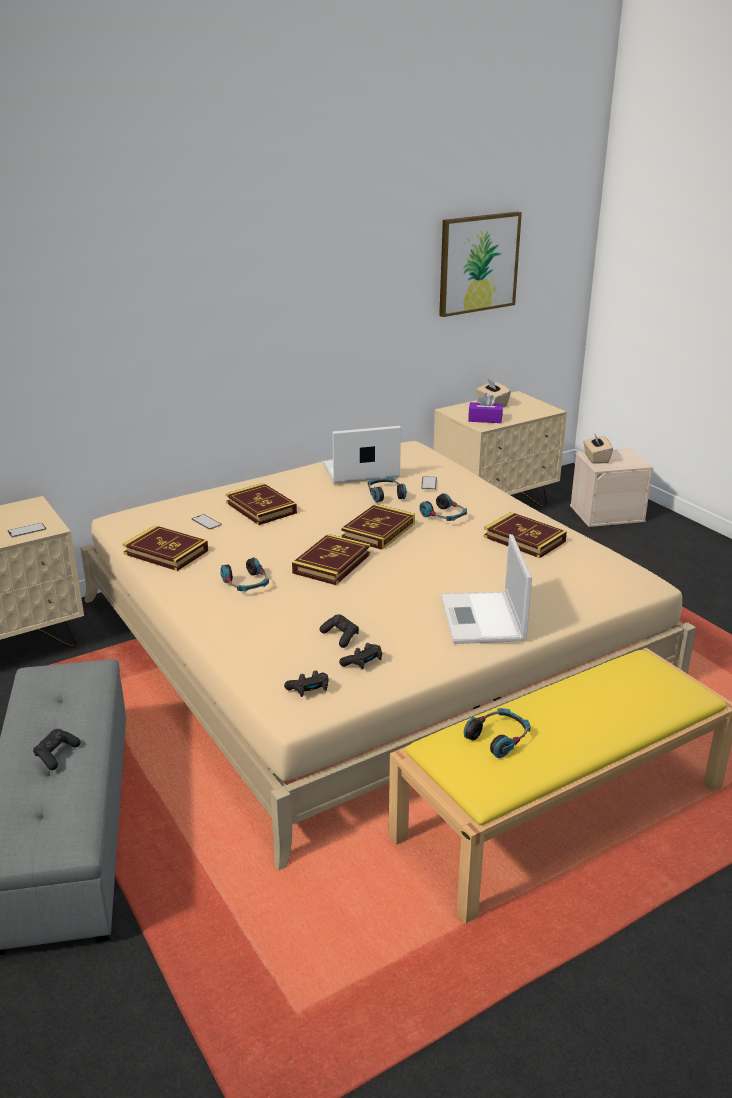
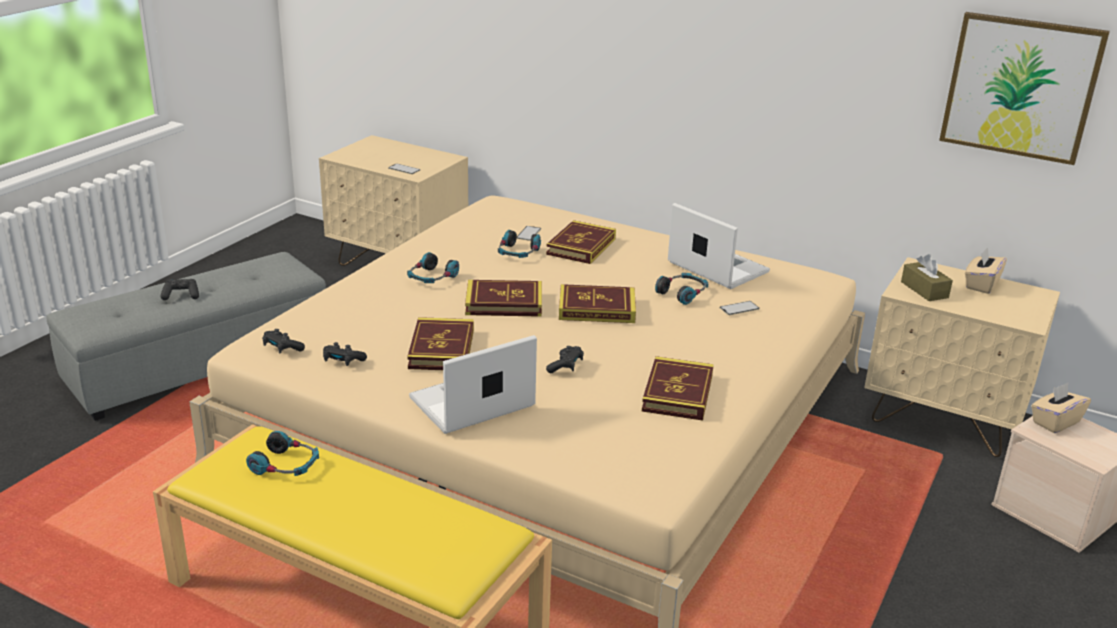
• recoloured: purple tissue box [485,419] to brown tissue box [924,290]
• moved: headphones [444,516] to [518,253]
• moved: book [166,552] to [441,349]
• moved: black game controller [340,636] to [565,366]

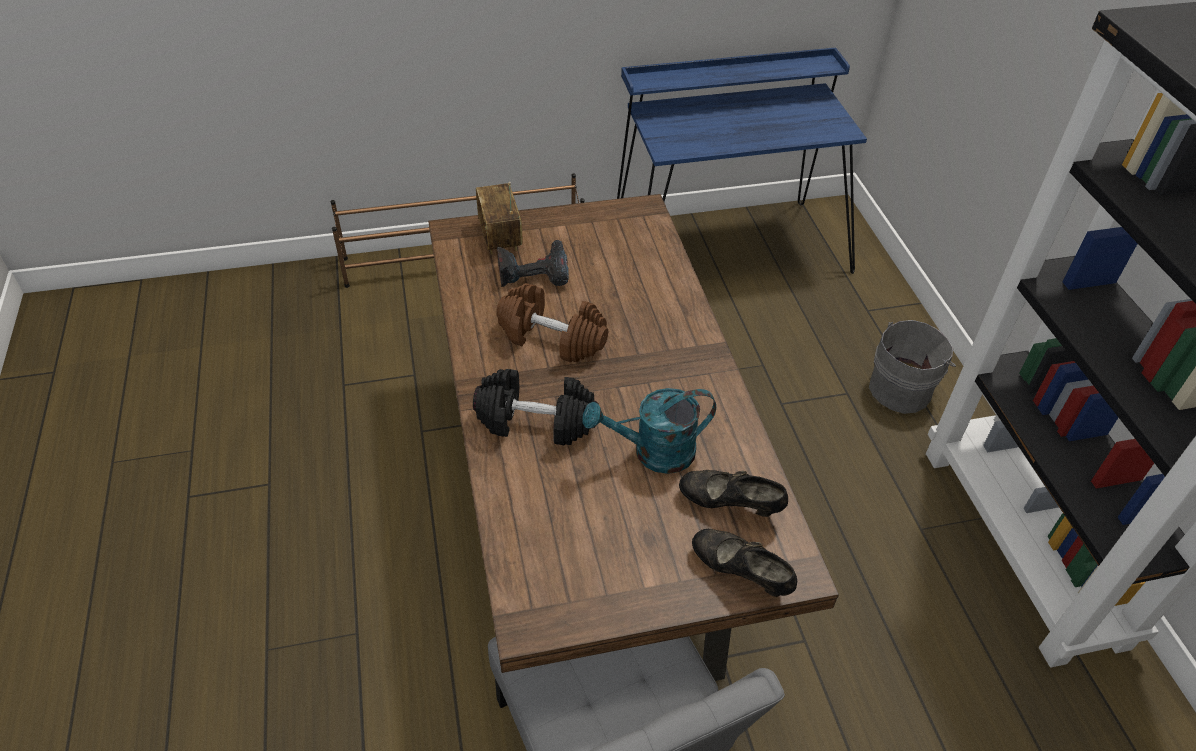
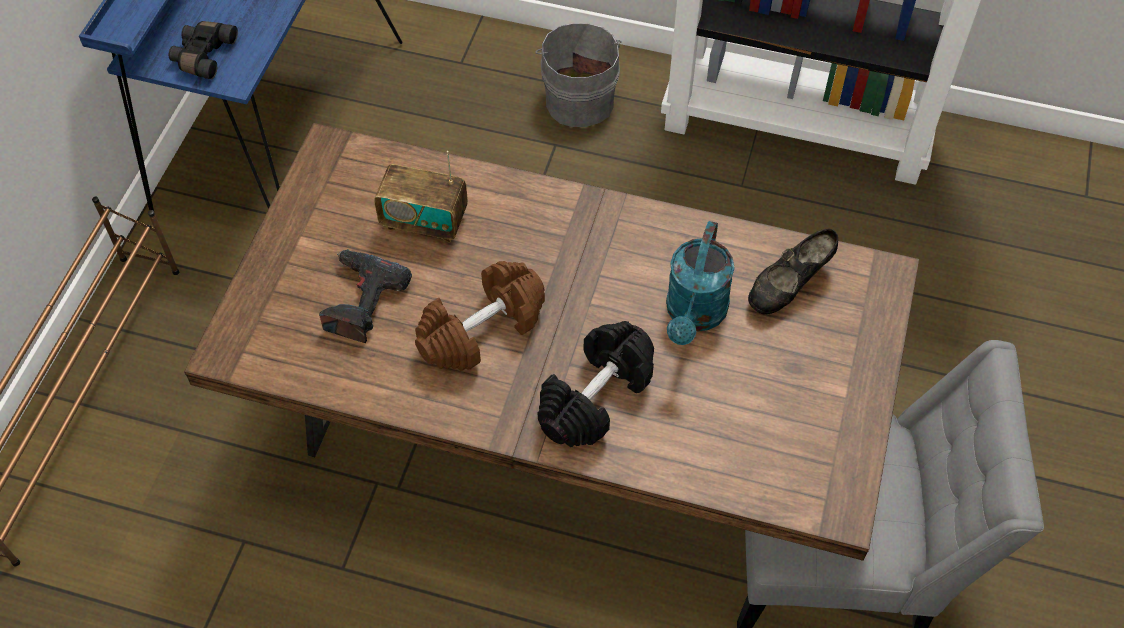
• moved: radio [500,236] to [424,221]
• removed: black shoe [740,574]
• added: black binoculars [203,55]

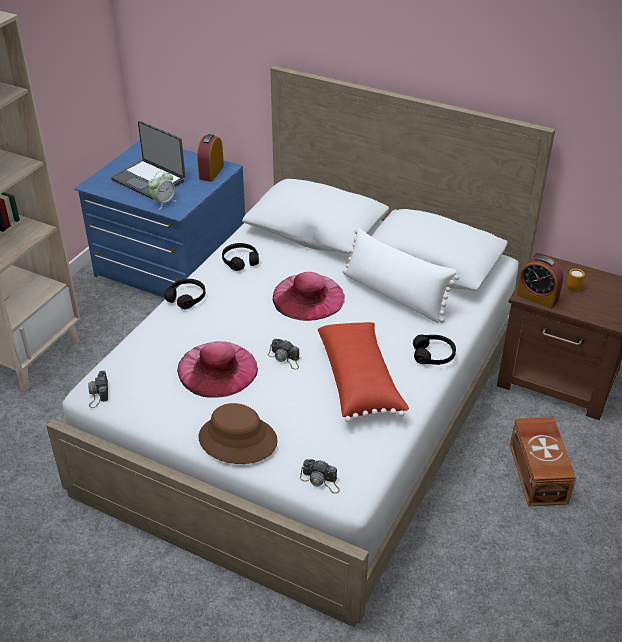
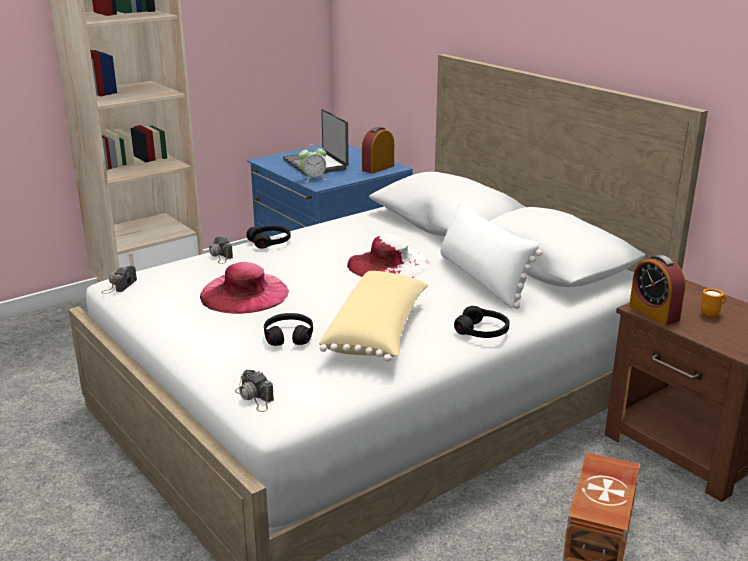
• moved: black headphones [240,261] to [288,336]
• recoloured: pink hat [308,297] to white hat [388,263]
• recoloured: red pillow [360,381] to beige pillow [378,333]
• moved: photo camera [285,358] to [220,255]
• removed: brown hat [237,440]

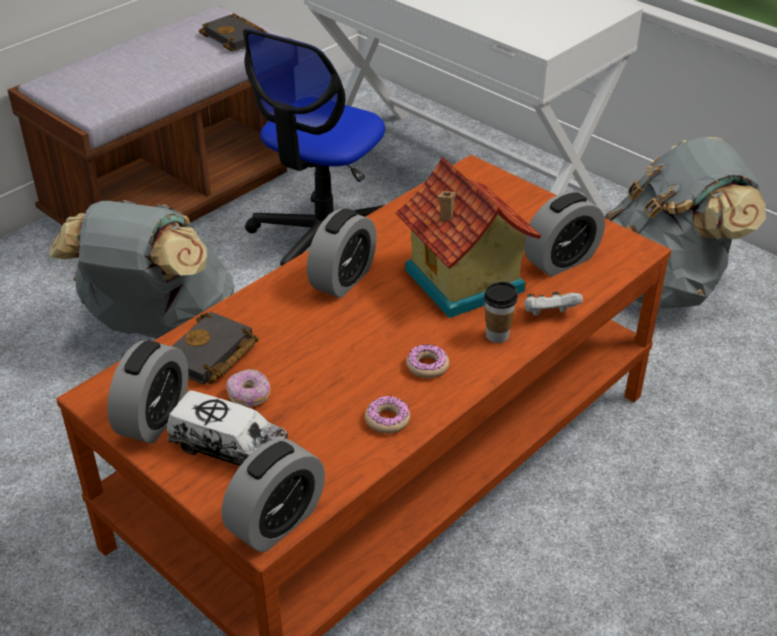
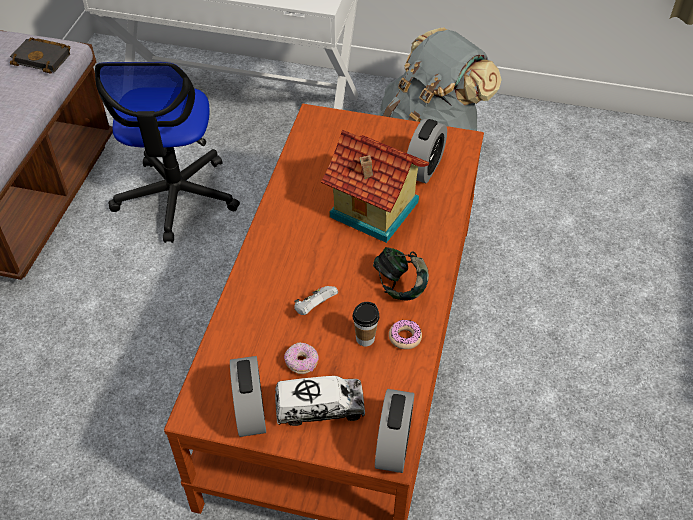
• removed: grey backpack [157,326]
• removed: alarm clock [343,279]
• moved: cup [497,335] to [365,339]
• moved: white game controller [549,314] to [314,308]
• removed: black book [210,356]
• replaced: donut [427,366] to headphones [400,285]

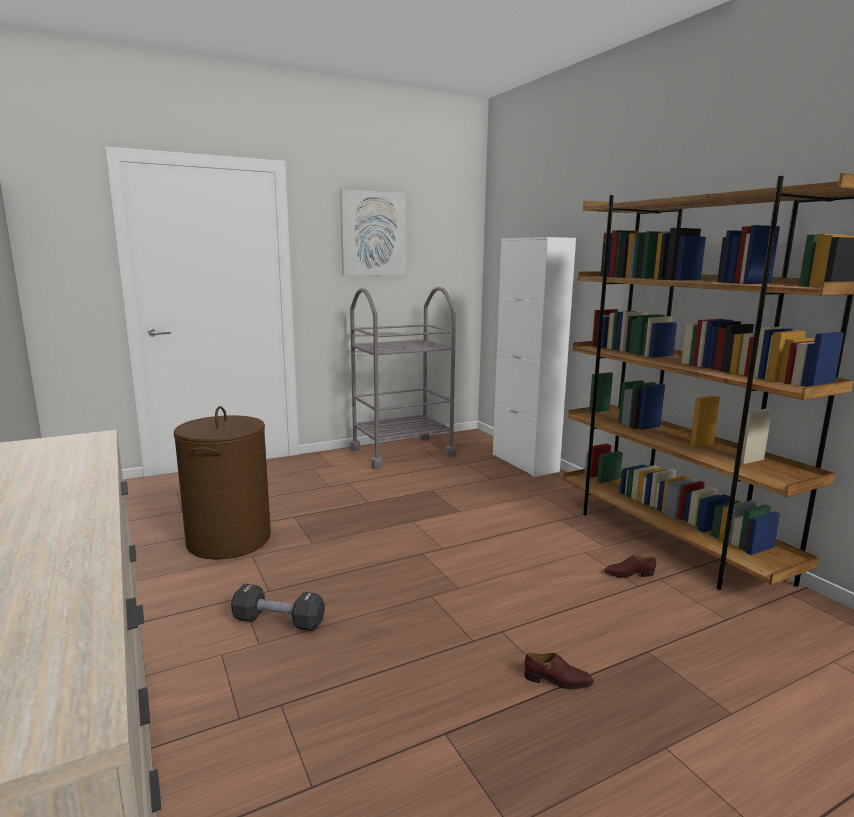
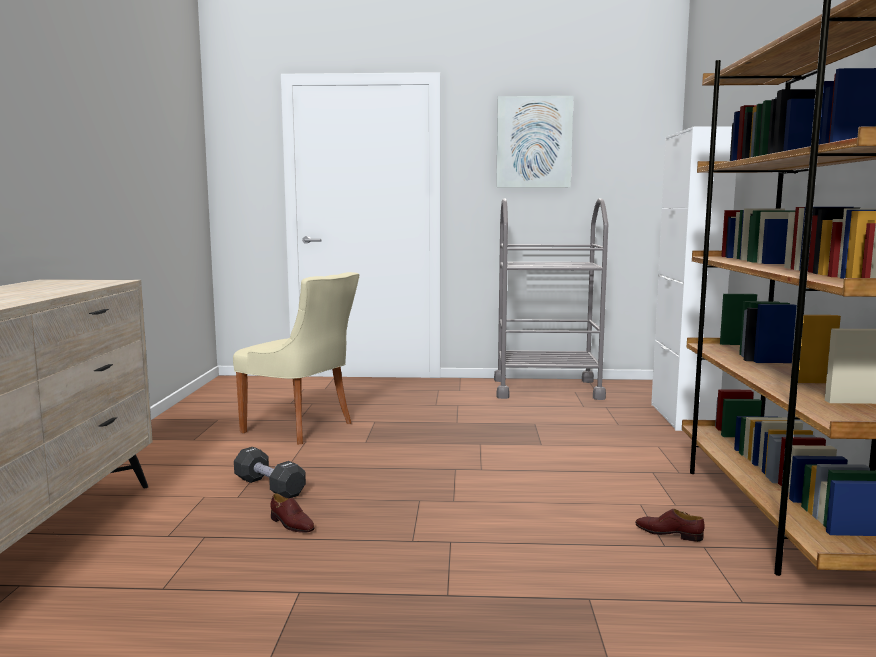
• replaced: brown laundry basket [229,540] to beige chair [301,428]
• moved: brown shoe [558,681] to [291,524]

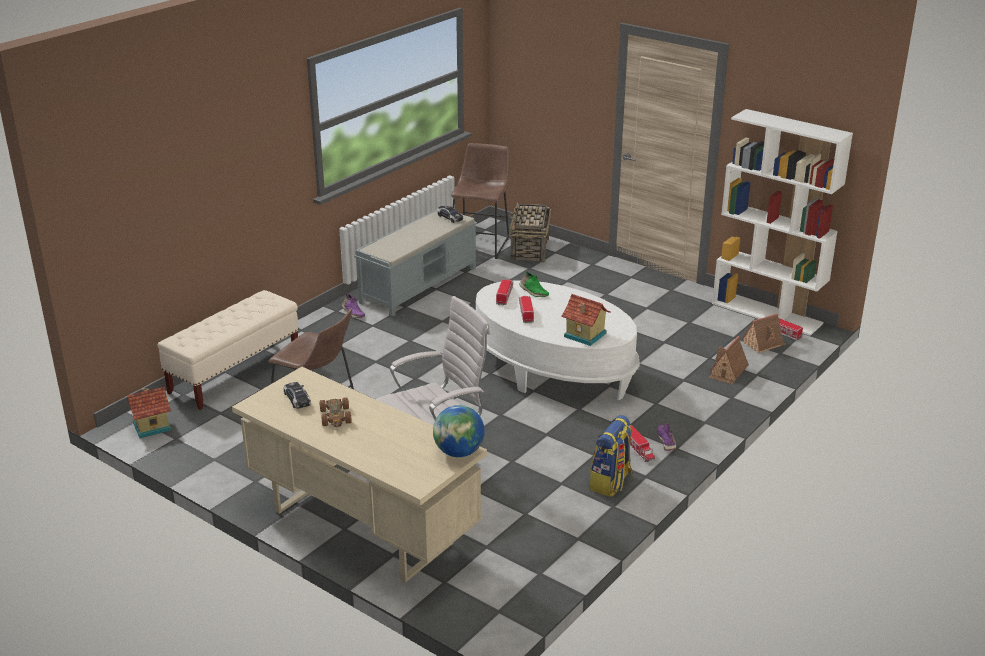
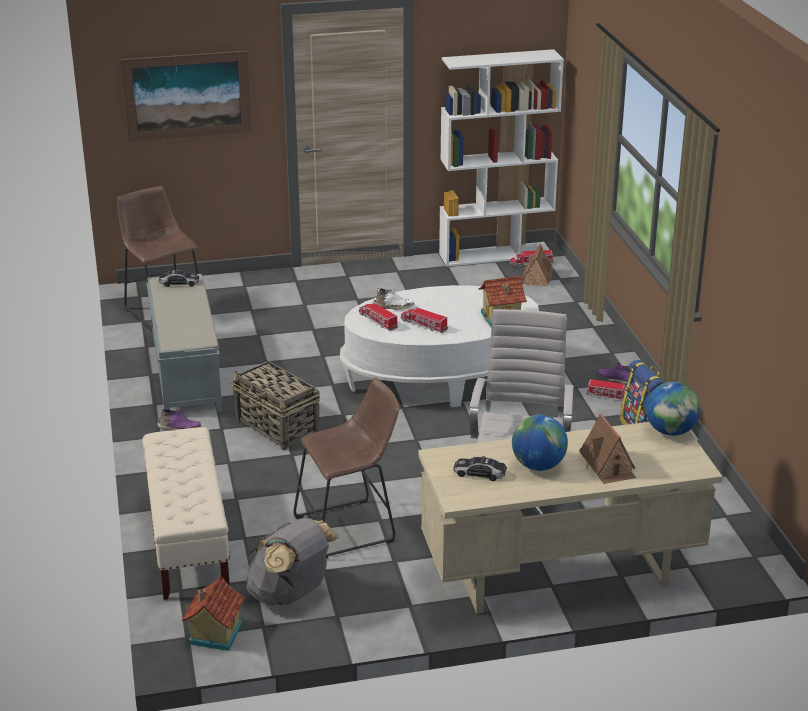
• moved: basket [529,250] to [278,427]
• recoloured: green shoe [533,292] to white shoe [393,307]
• moved: toy house [728,372] to [608,466]
• replaced: brown toy car [336,417] to globe [538,466]
• added: picture [187,96]
• added: grey backpack [291,594]

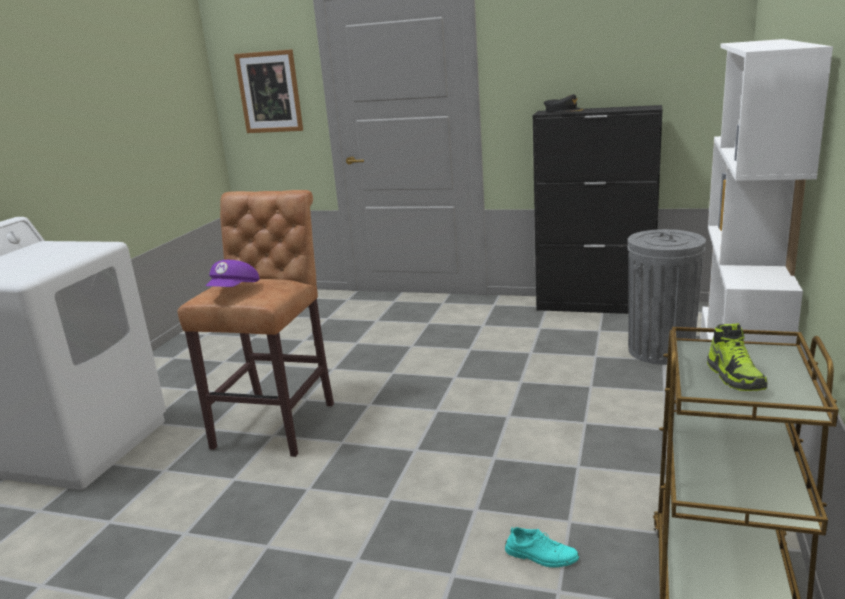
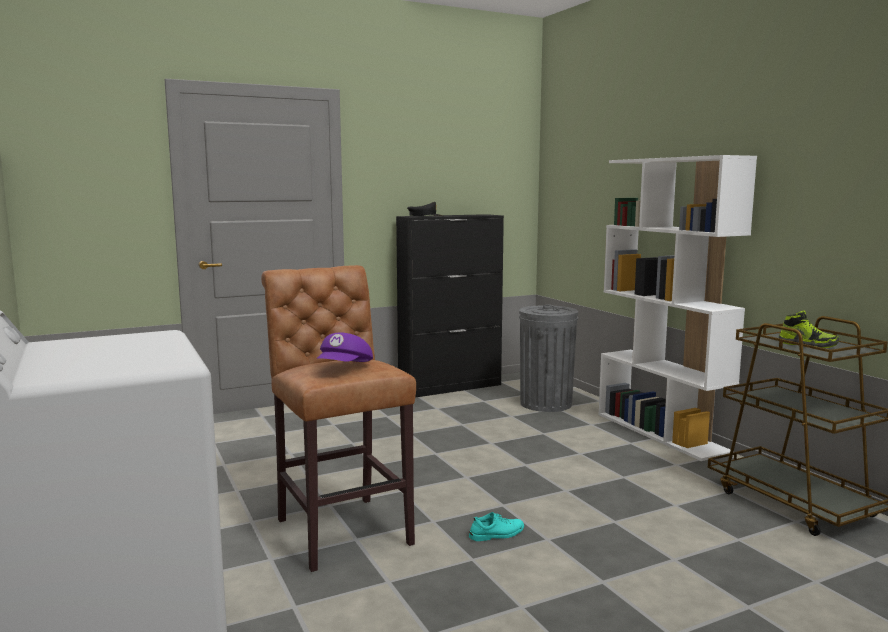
• removed: picture [269,92]
• turned: purple cap [234,290] = [345,368] 45 degrees clockwise
• moved: turquoise shoe [541,555] to [497,534]

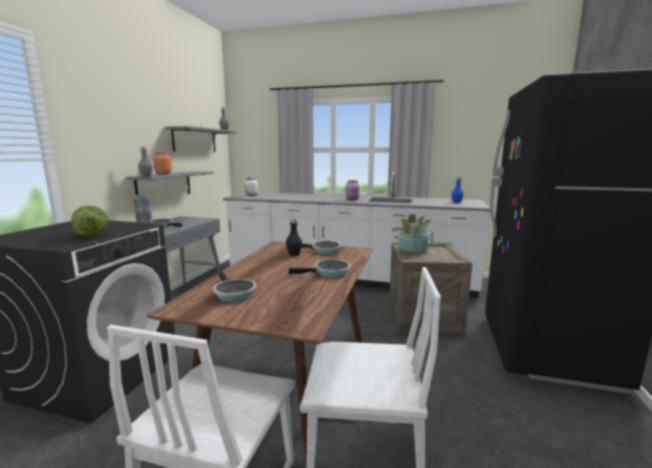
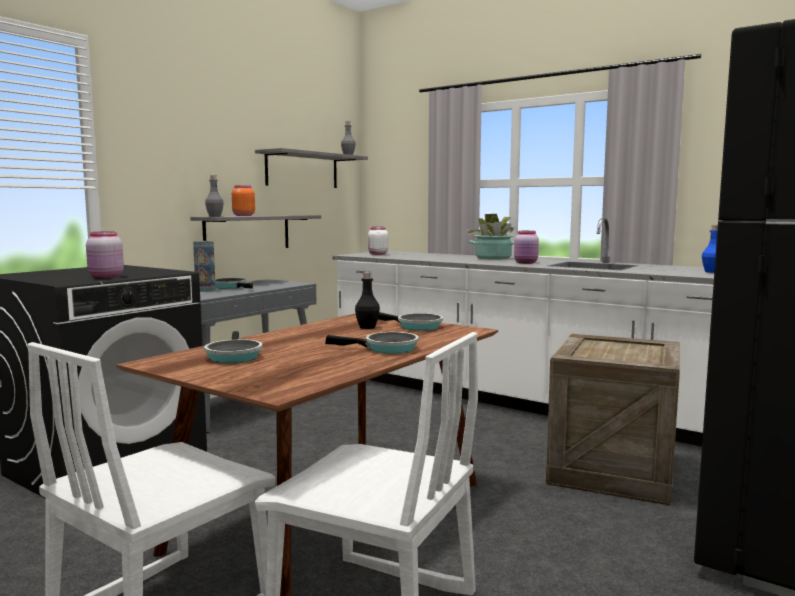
• replaced: lettuce [92,235] to pink jar [105,276]
• moved: potted plant [412,249] to [493,258]

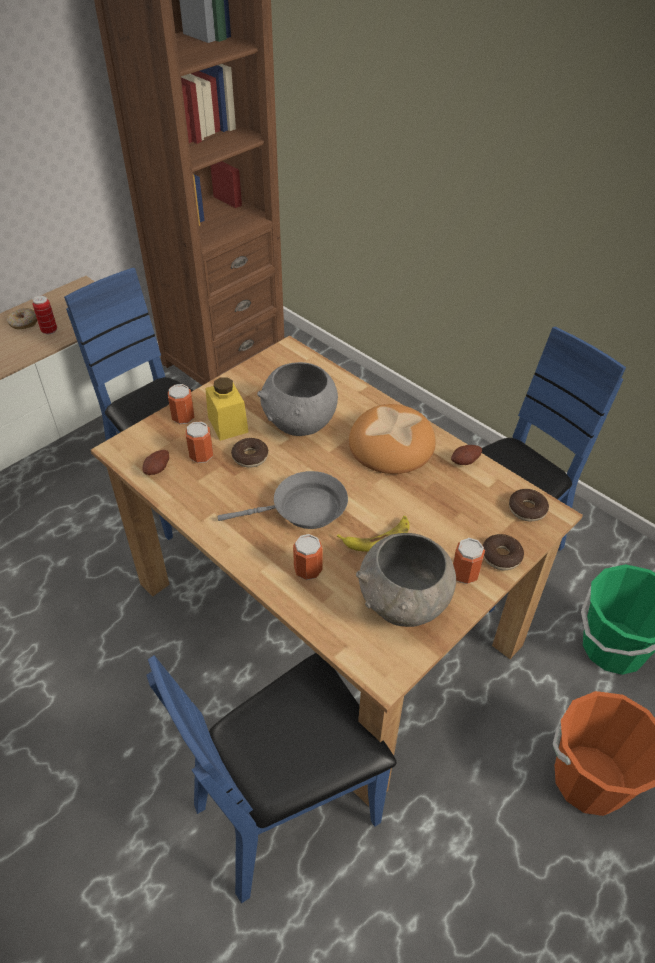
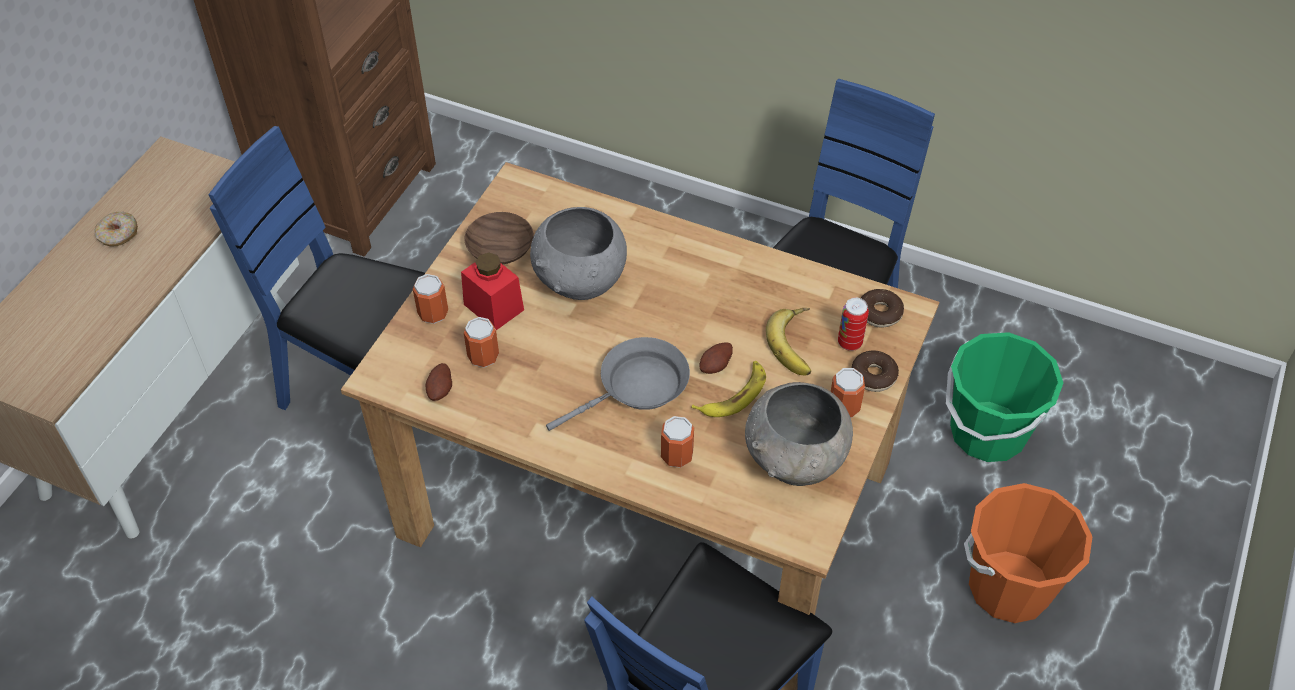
• moved: can [49,330] to [849,342]
• recoloured: yellow jar [228,424] to red jar [494,307]
• removed: bread [391,444]
• removed: donut [250,457]
• moved: potato [465,462] to [716,366]
• added: brown bowl [502,249]
• added: banana [797,344]

